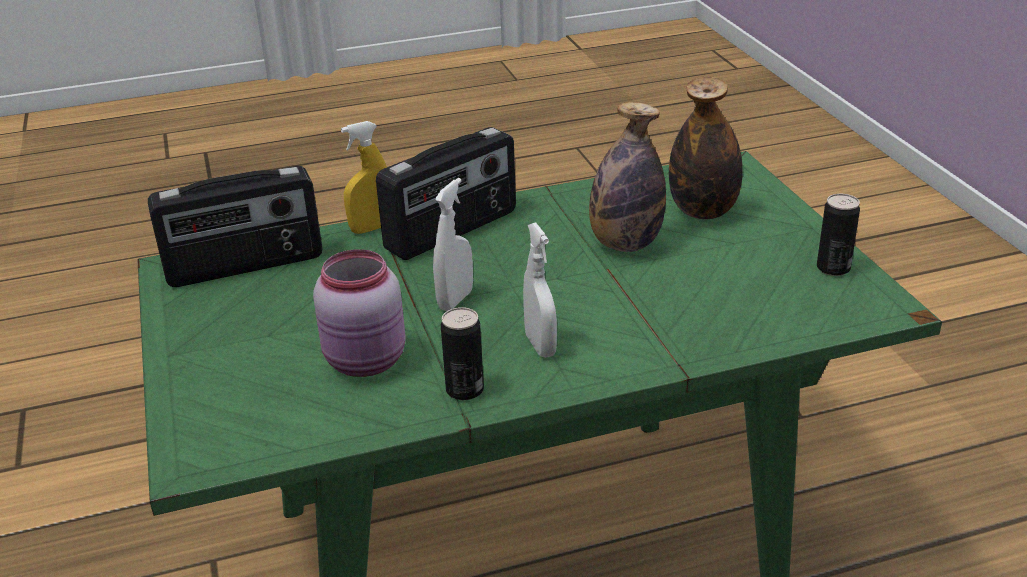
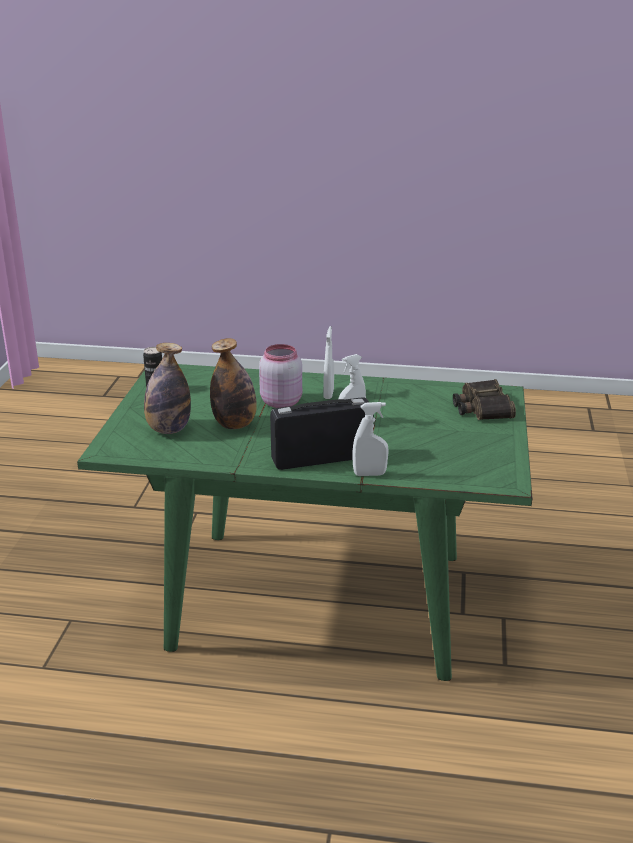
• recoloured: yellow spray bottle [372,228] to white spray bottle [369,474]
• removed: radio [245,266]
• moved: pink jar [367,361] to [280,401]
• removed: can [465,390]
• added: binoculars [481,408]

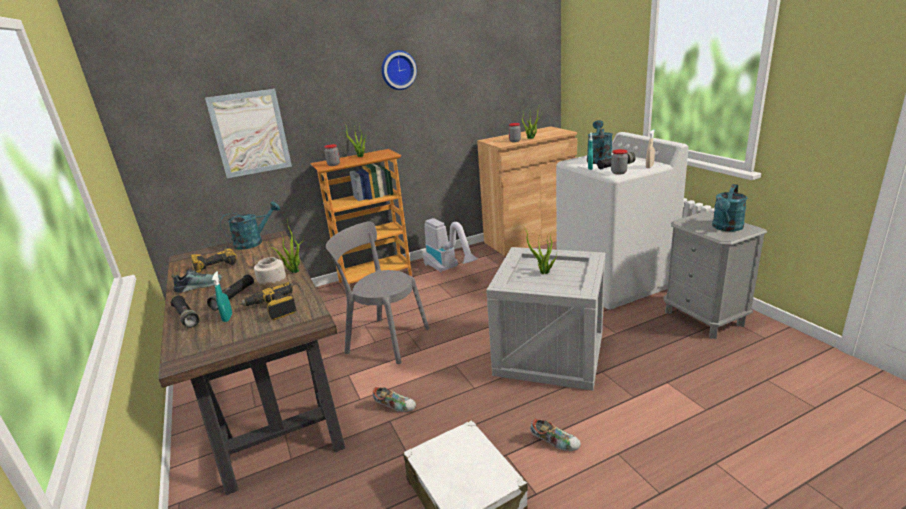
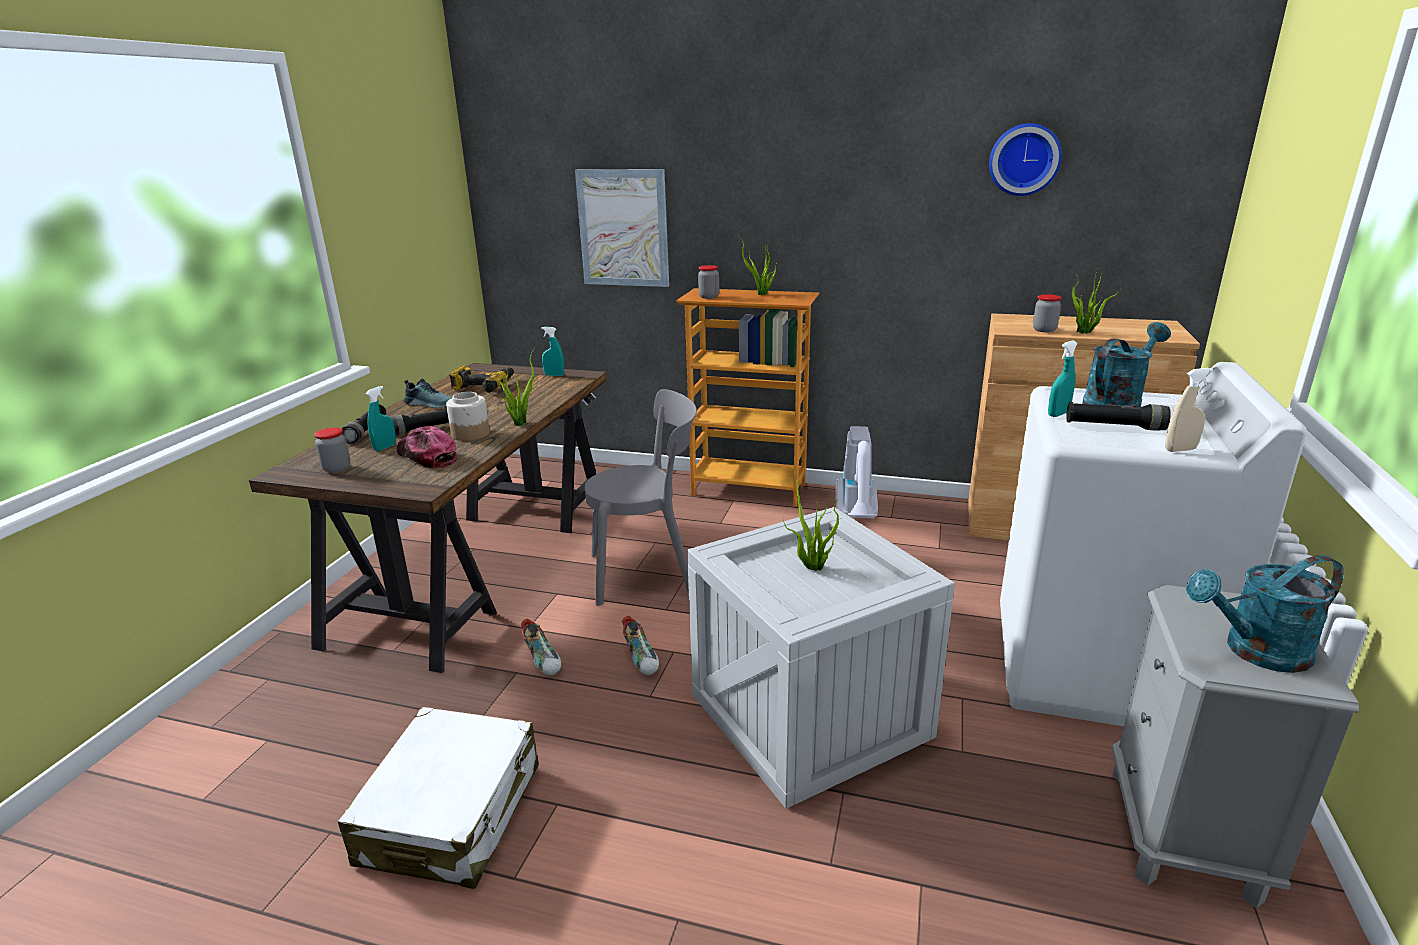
• moved: wall clock [398,70] to [1024,159]
• moved: jar [618,172] to [337,468]
• replaced: turquoise watering can [254,242] to turquoise spray bottle [554,375]
• turned: grey chair [384,339] = [648,573] 105 degrees clockwise
• replaced: power drill [273,309] to cap [427,456]
• moved: shoe [555,442] to [642,659]

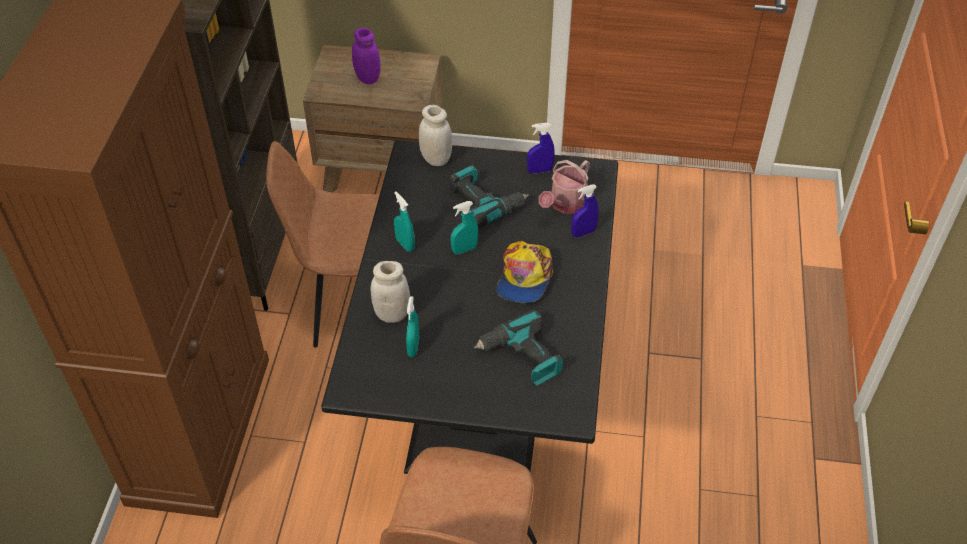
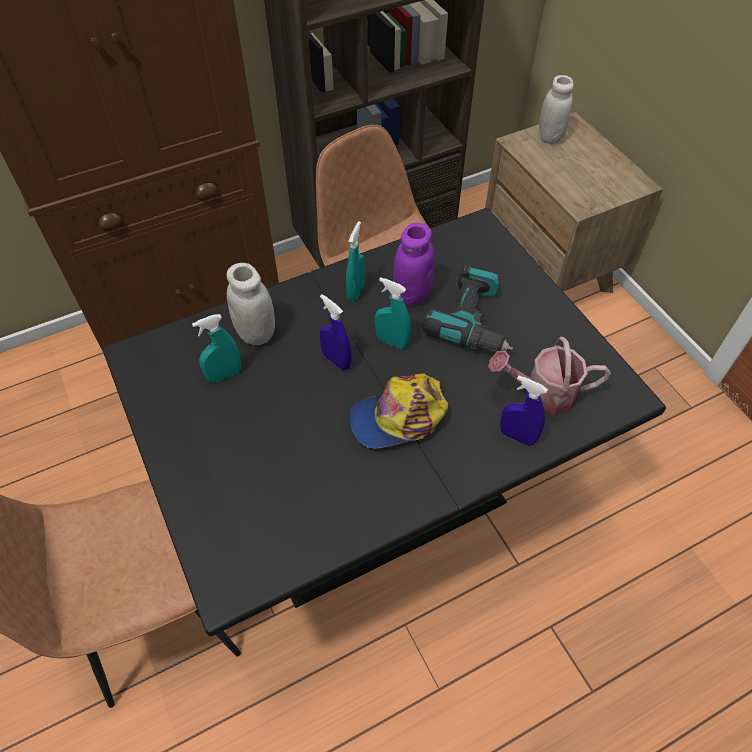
• moved: purple jar [368,78] to [412,294]
• moved: white jar [436,159] to [550,137]
• moved: blue spray bottle [539,170] to [336,360]
• removed: power drill [522,357]

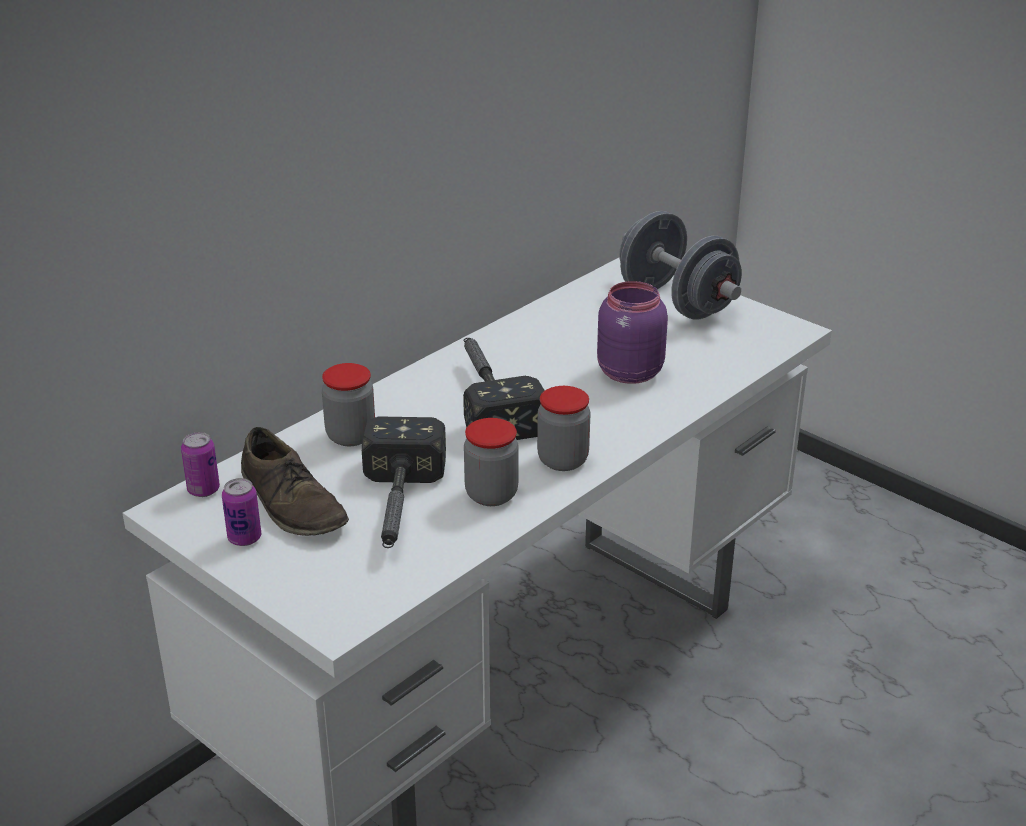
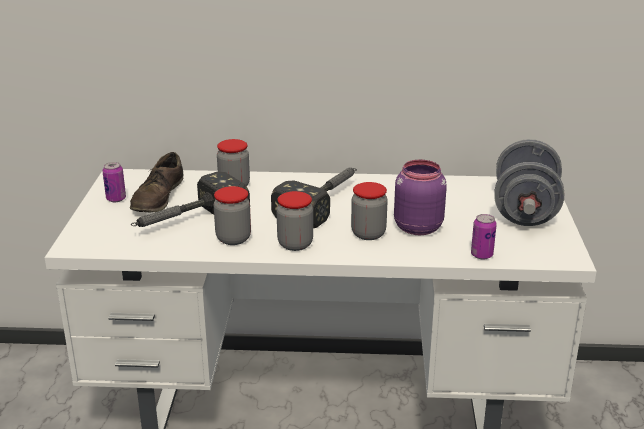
• moved: can [203,490] to [481,255]
• added: jar [368,234]

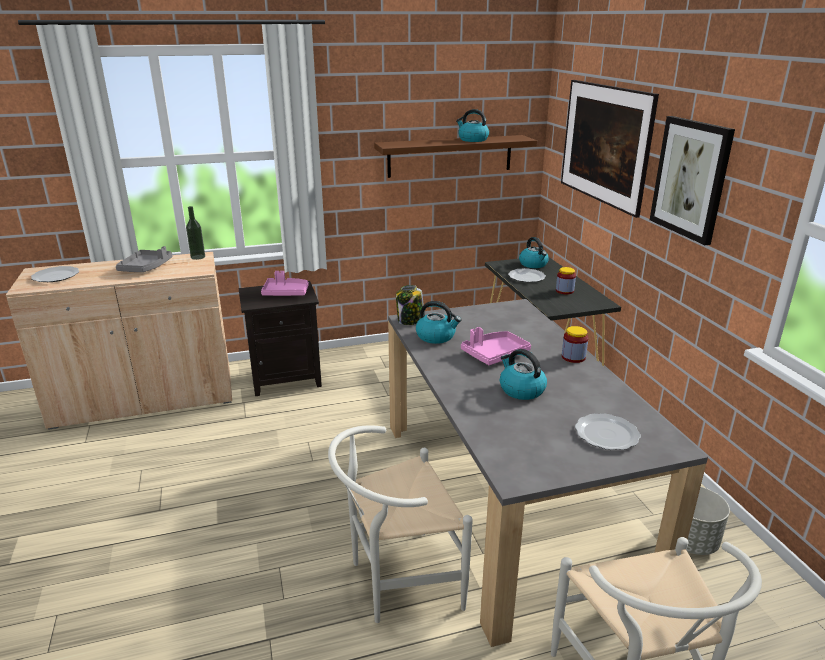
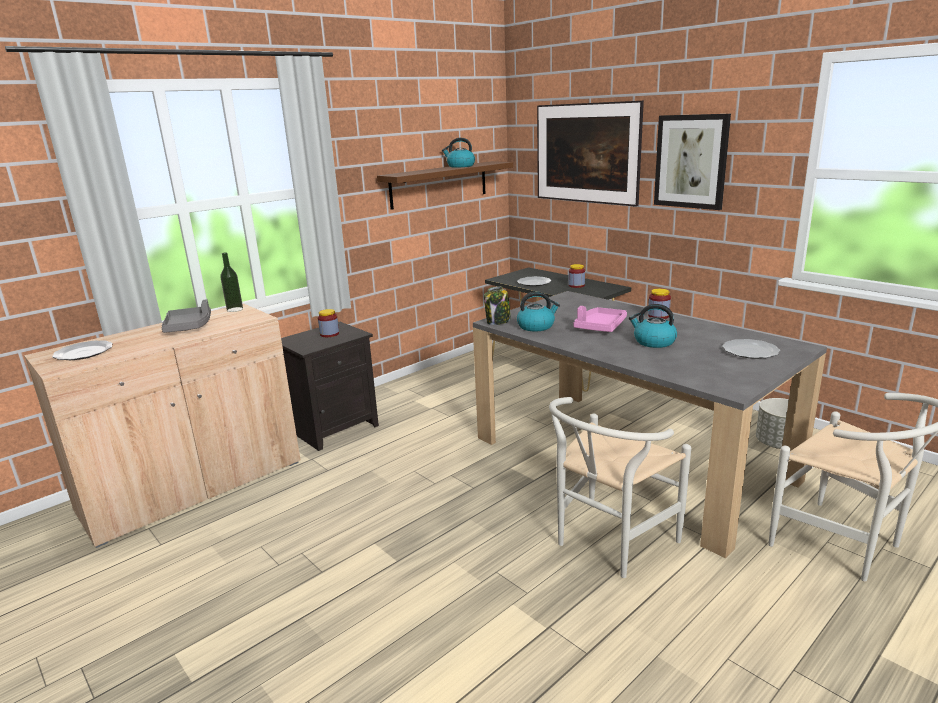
• removed: kettle [533,264]
• replaced: pink tray [285,293] to jar [329,334]

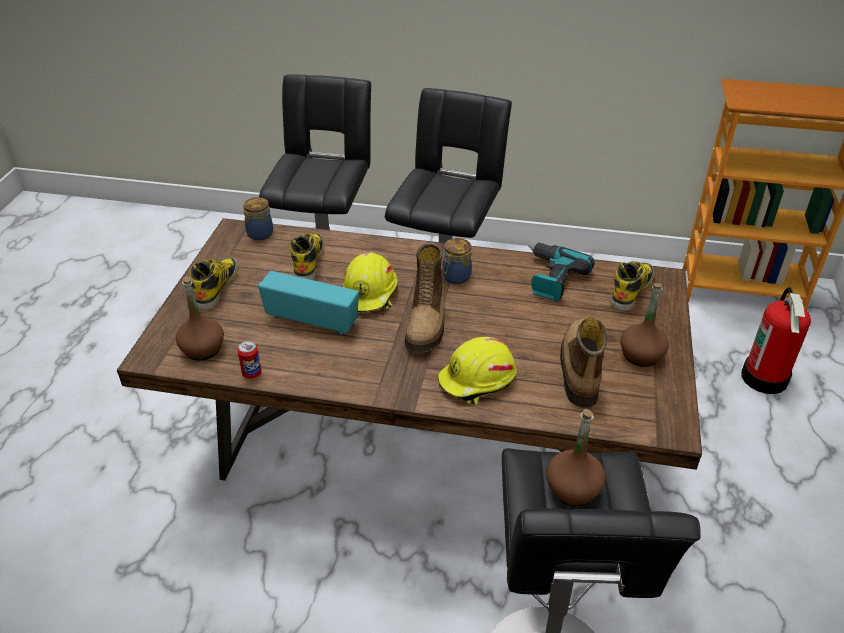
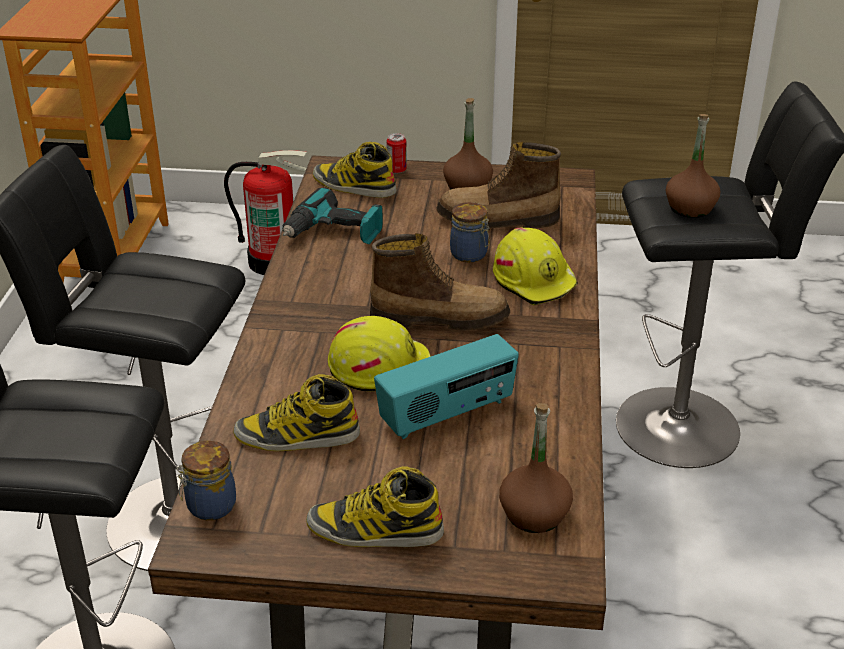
• moved: jar [455,277] to [470,255]
• turned: radio [312,320] = [447,414] 135 degrees counterclockwise
• moved: can [252,373] to [396,170]

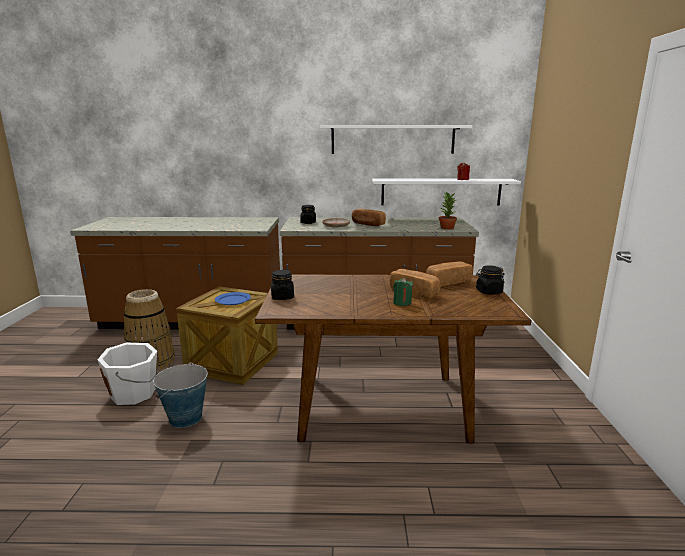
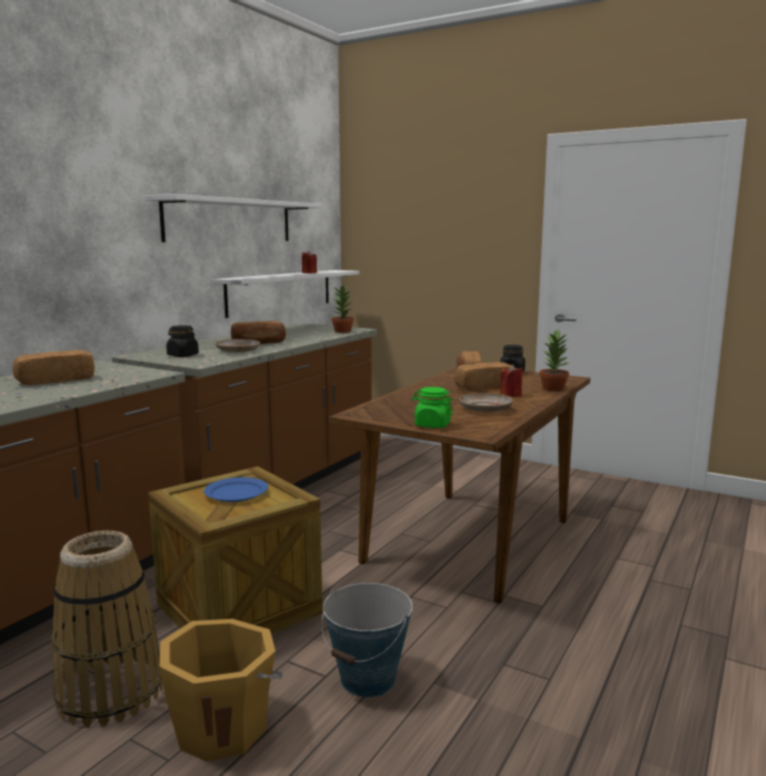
• recoloured: black jar [282,297] to green jar [432,425]
• recoloured: green candle [402,303] to red candle [511,395]
• recoloured: white bucket [134,393] to orange bucket [223,727]
• added: potted plant [553,388]
• added: bread [56,380]
• added: beige plate [485,409]

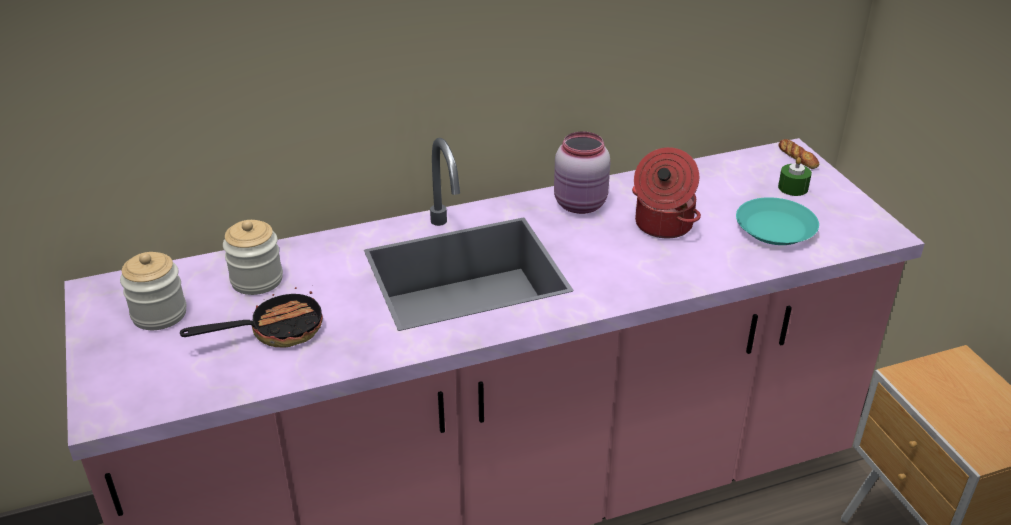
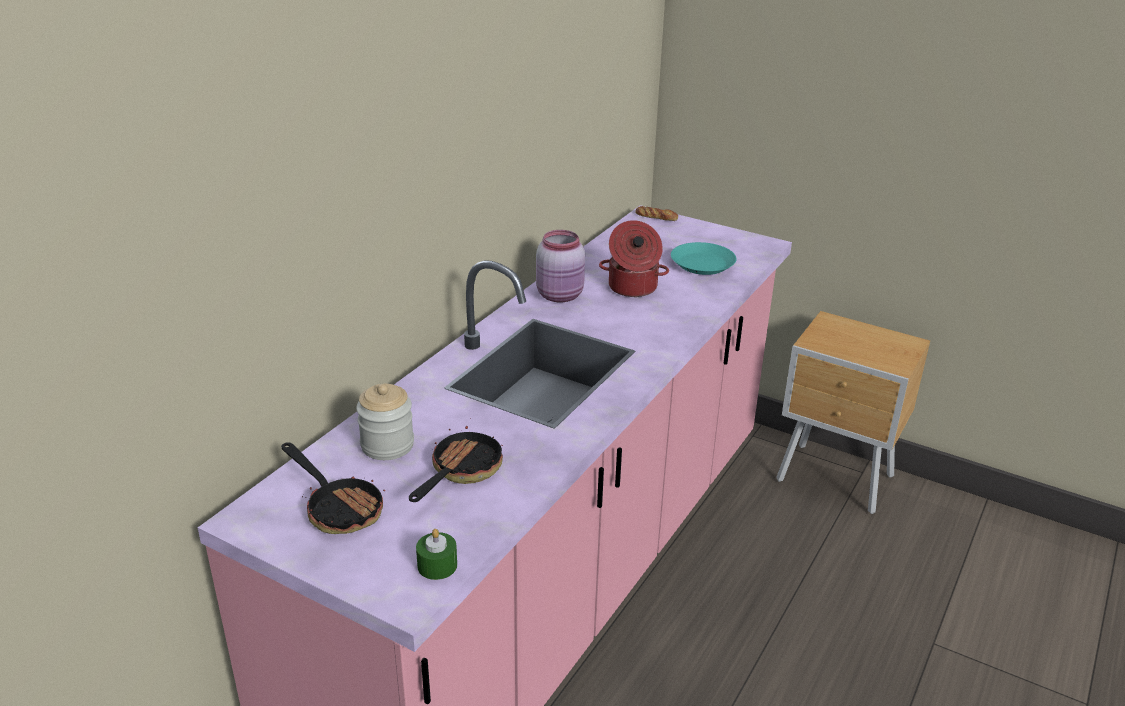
• moved: green candle [793,188] to [437,565]
• replaced: jar [159,314] to frying pan [339,507]

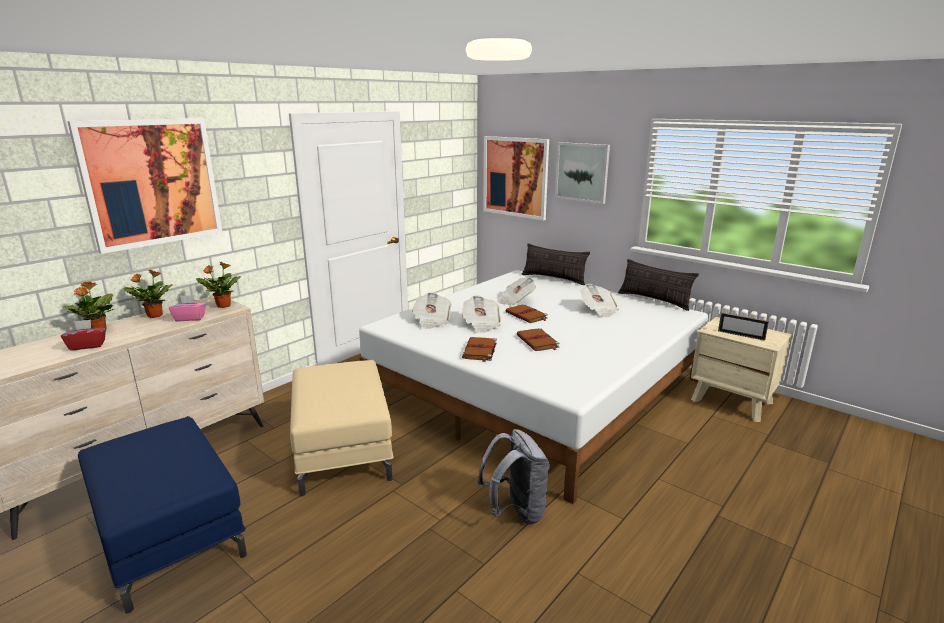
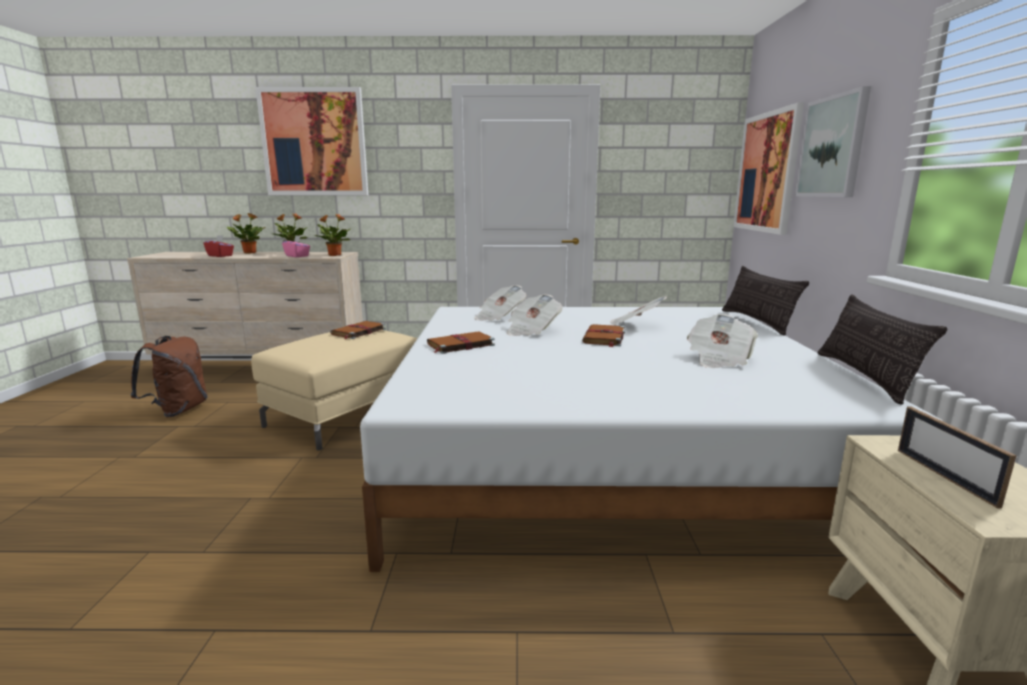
• moved: brown book [538,342] to [358,332]
• replaced: blue ottoman [169,537] to brown backpack [178,410]
• removed: grey backpack [516,511]

